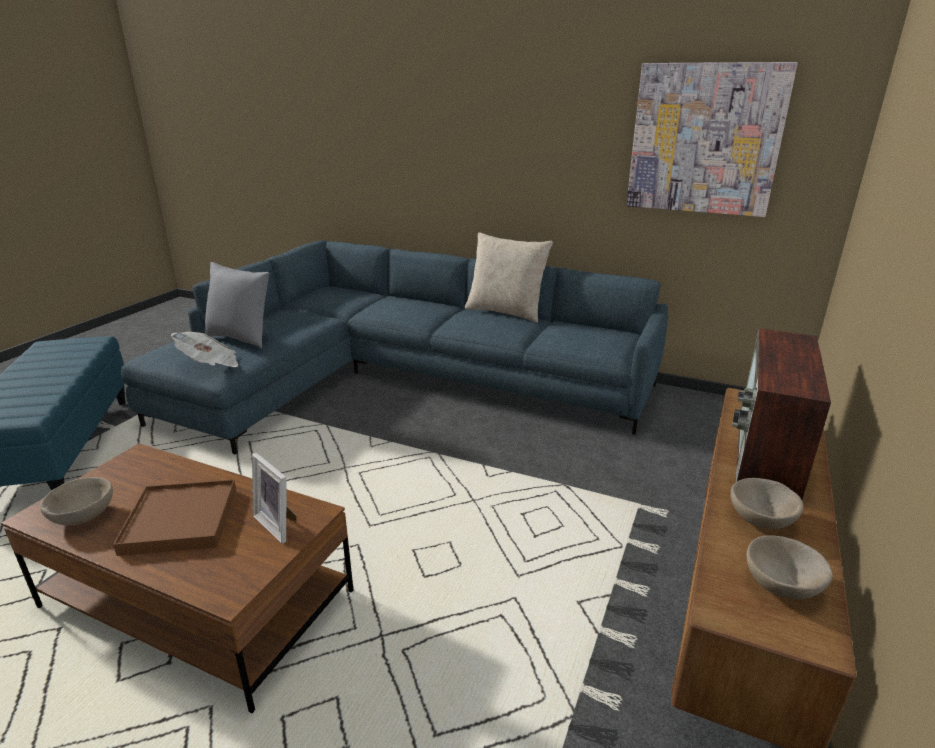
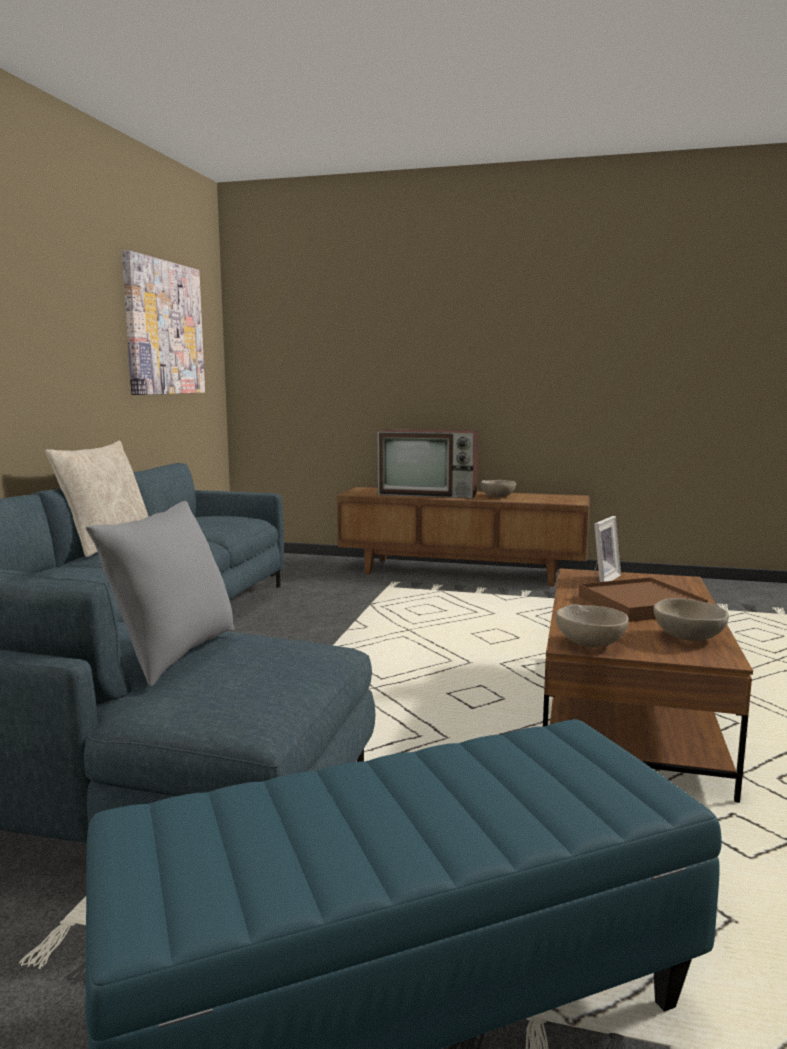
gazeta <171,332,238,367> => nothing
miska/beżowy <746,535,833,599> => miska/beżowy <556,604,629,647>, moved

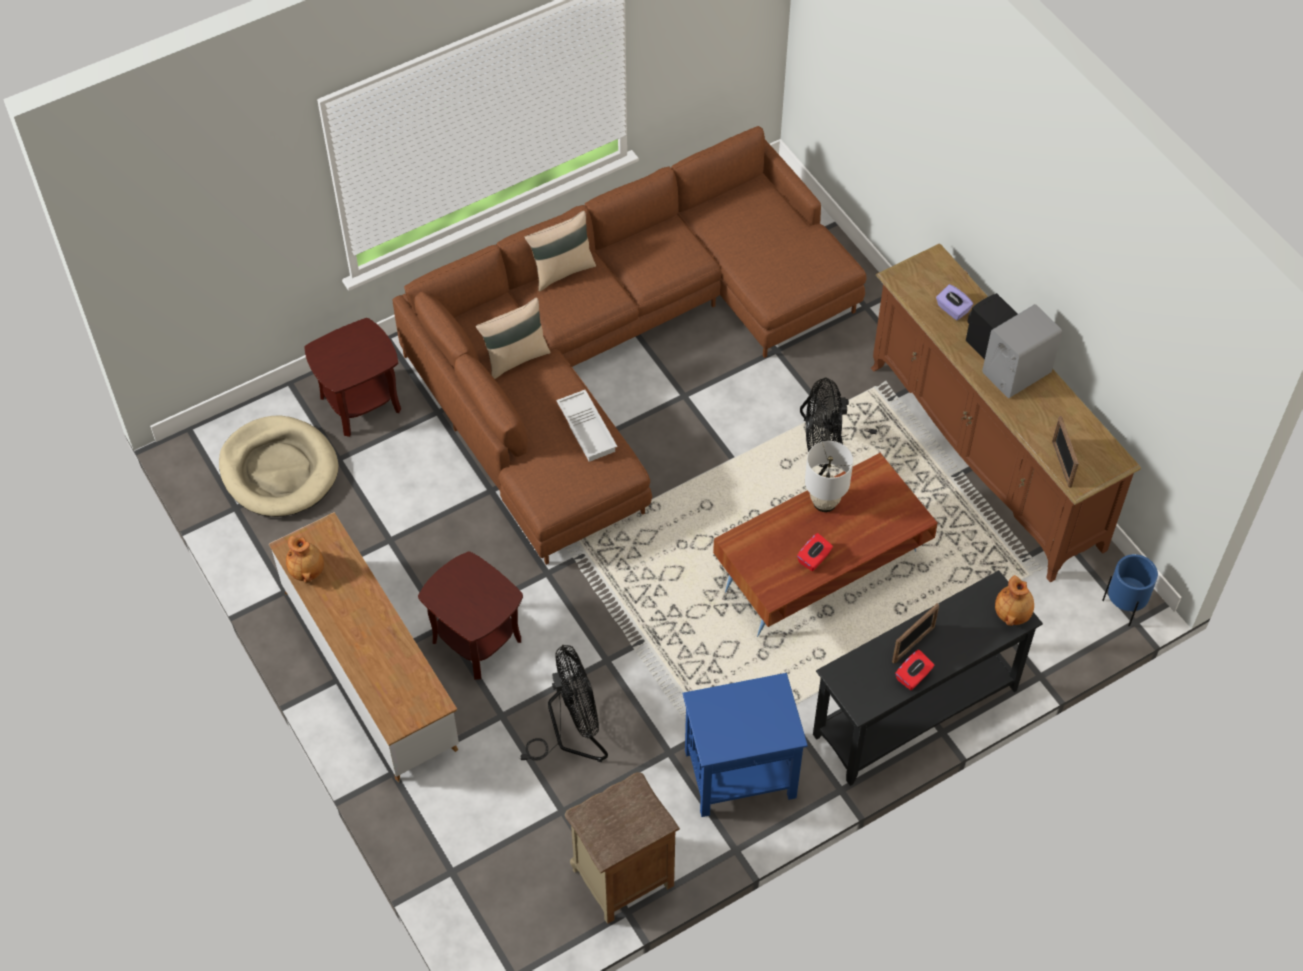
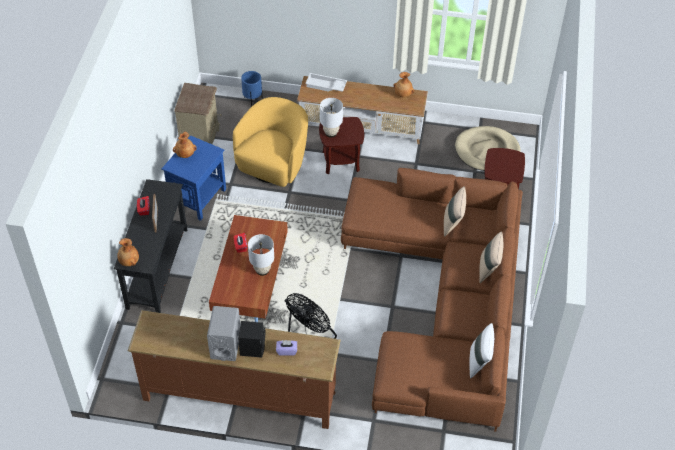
wentylator/czarny <518,645,608,763> => fotel/żółty <233,97,308,187>
taca/biały <556,390,617,462> => taca/biały <305,73,347,92>, moved
ramka na zdjęcie <1052,416,1079,488> => nothing
donica/niebieski <1102,554,1158,626> => donica/niebieski <241,71,262,107>, moved
nothing => wazon/brązowy <173,132,197,158>
nothing => lampa stołowa/biały <320,98,343,137>
nothing => poduszka/biały <469,323,494,378>

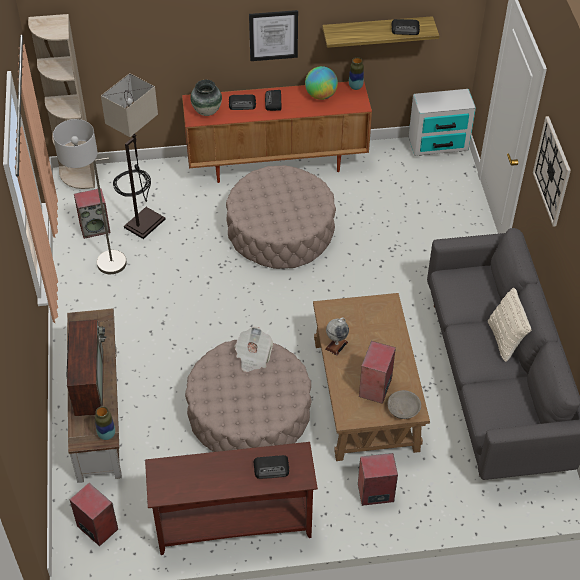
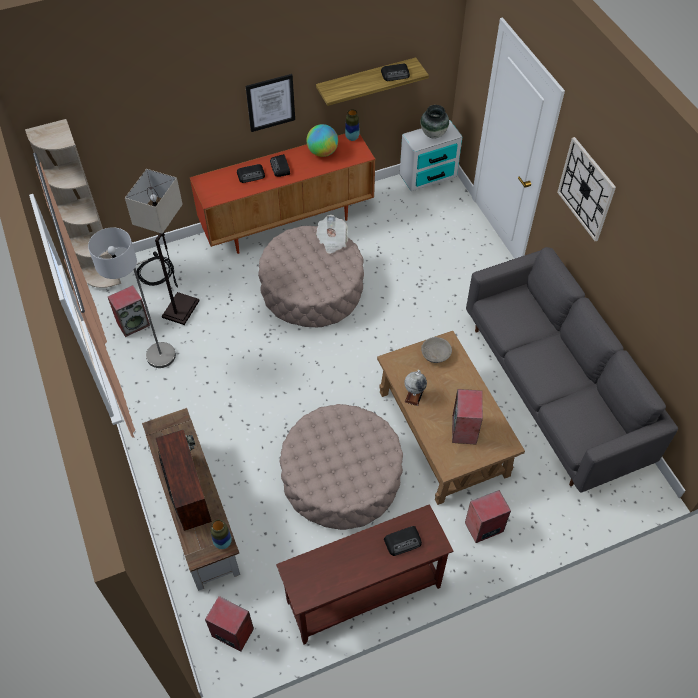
wazon <190,80,222,116> => wazon <421,105,449,138>, moved
gazeta <235,327,273,372> => gazeta <316,215,348,254>, moved
miska/szary <388,390,421,419> => miska/szary <421,337,452,363>, moved
poduszka/beżowy <488,288,531,362> => nothing

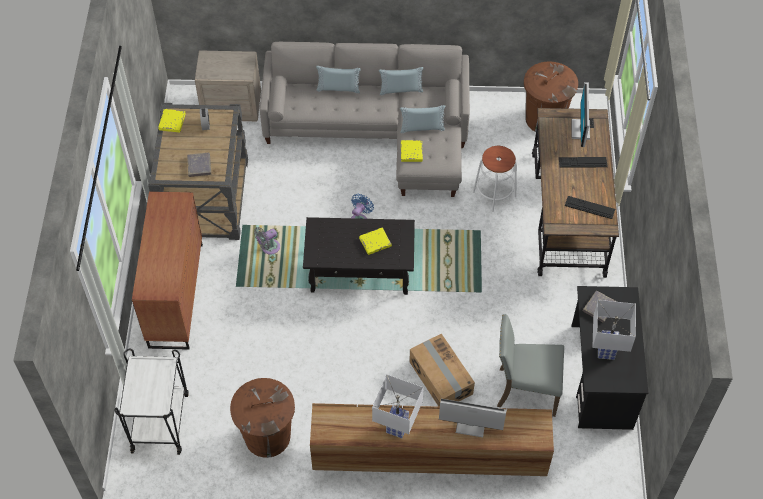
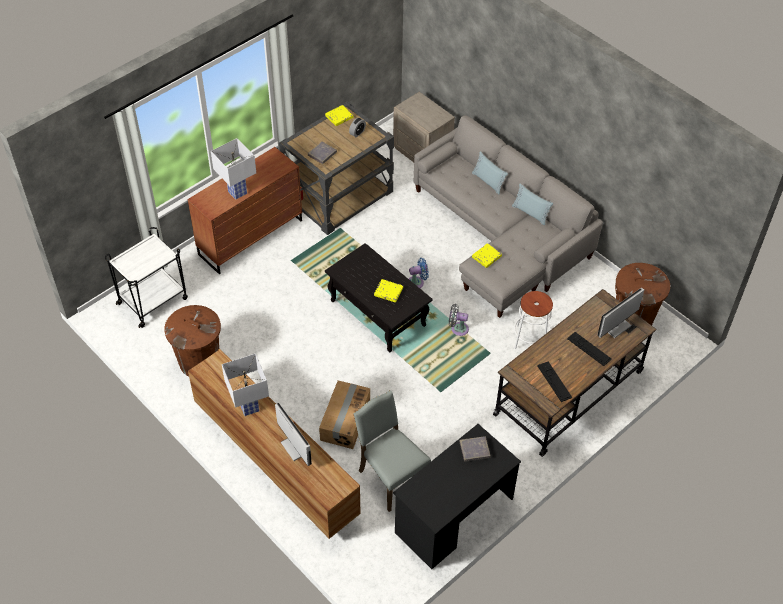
wentylator/szary <254,227,280,255> => wentylator/szary <449,304,469,336>, moved
poduszka/niebieski <400,105,445,134> => nothing
lampa stołowa/biały <592,300,636,360> => lampa stołowa/biały <211,138,256,200>, moved

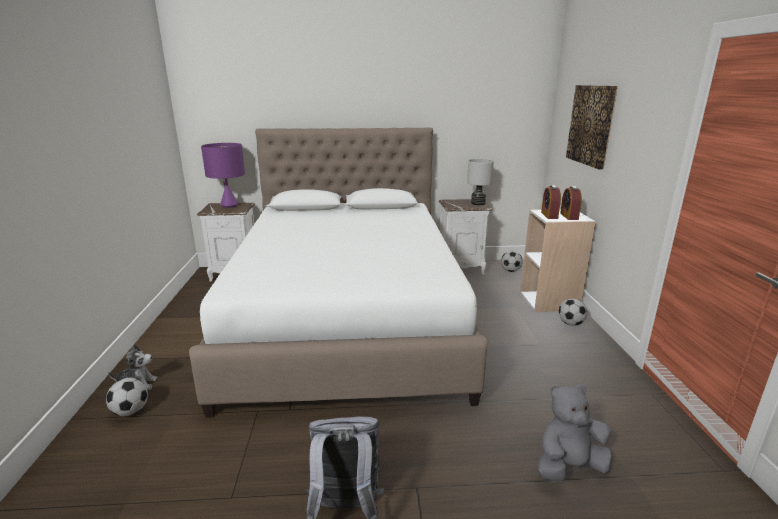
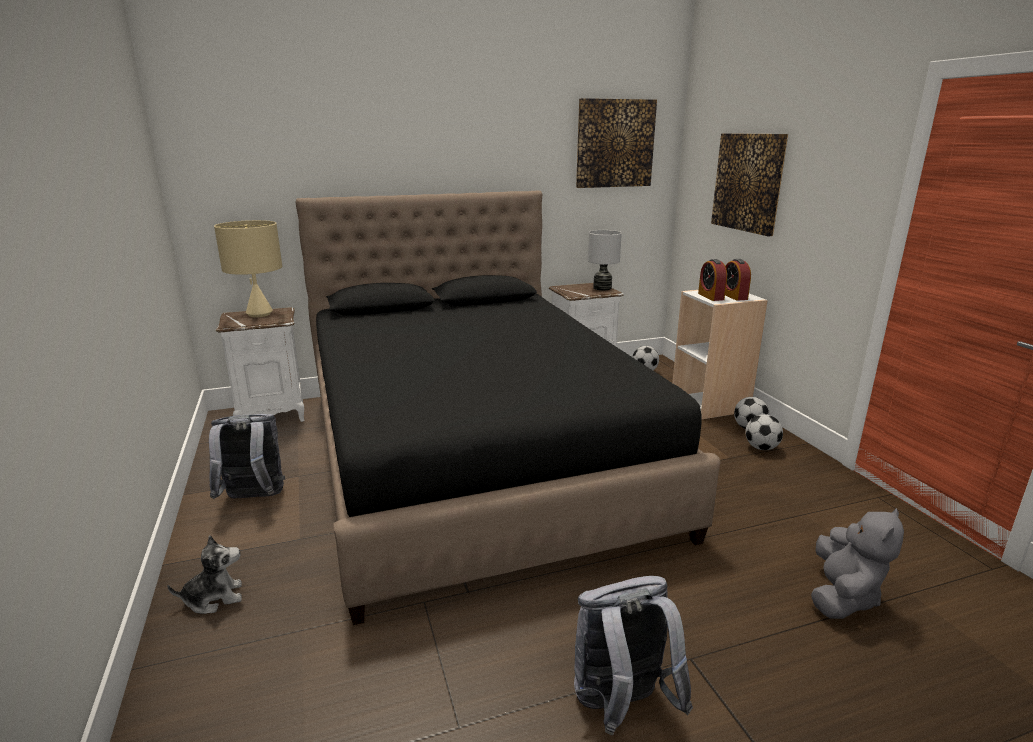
piłka futbolowa <106,378,148,416> => piłka futbolowa <745,414,783,450>, moved
łóżko/biały <189,128,488,418> => łóżko/czarny <296,191,721,625>
lampa stołowa/fioletowy <201,143,245,208> => lampa stołowa/beżowy <214,220,282,318>
pluszak/szary <537,384,612,481> => pluszak/szary <811,508,904,619>, 150 degrees clockwise
nothing => plecak/szary <209,414,285,499>
nothing => obraz <576,98,657,188>

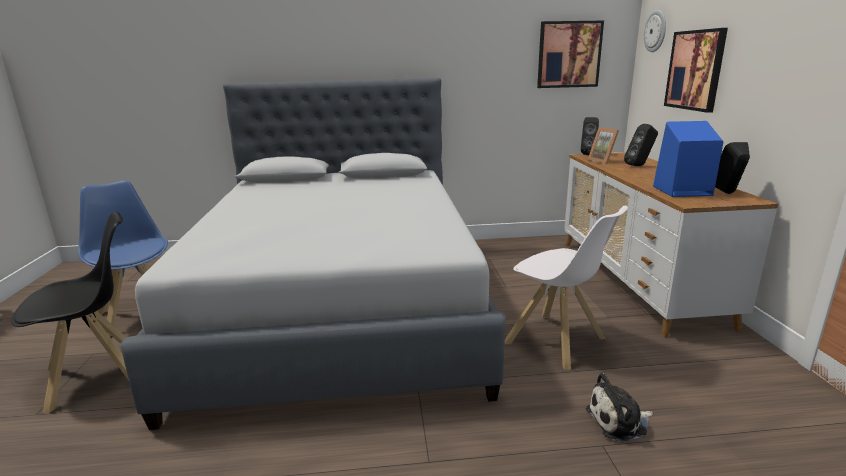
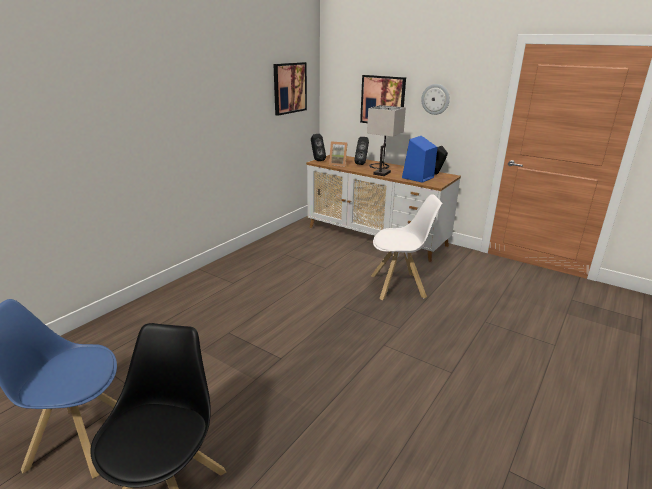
łóżko/szary <121,78,506,430> => nothing
pluszak <586,373,653,442> => nothing
zegar ścienny <644,10,666,52> => zegar ścienny <421,84,450,115>, moved
nothing => lampa stołowa <367,105,406,176>

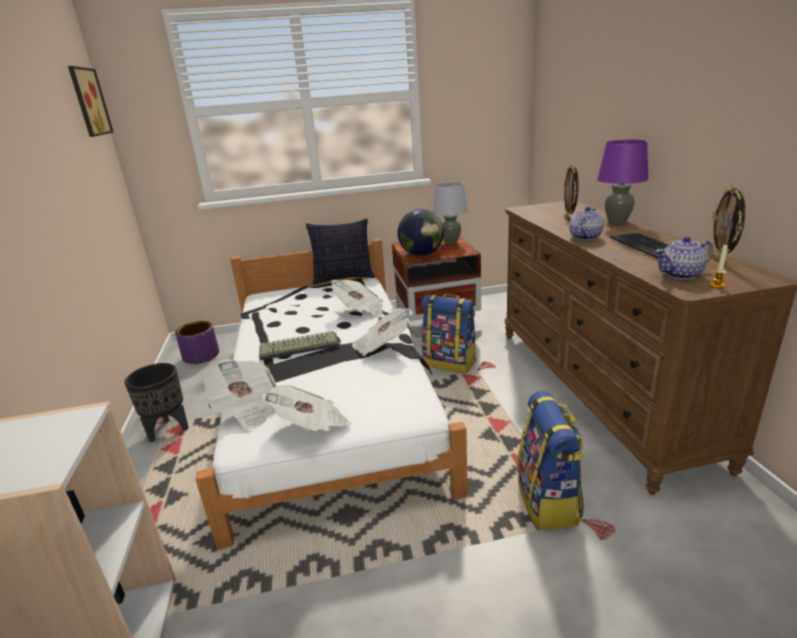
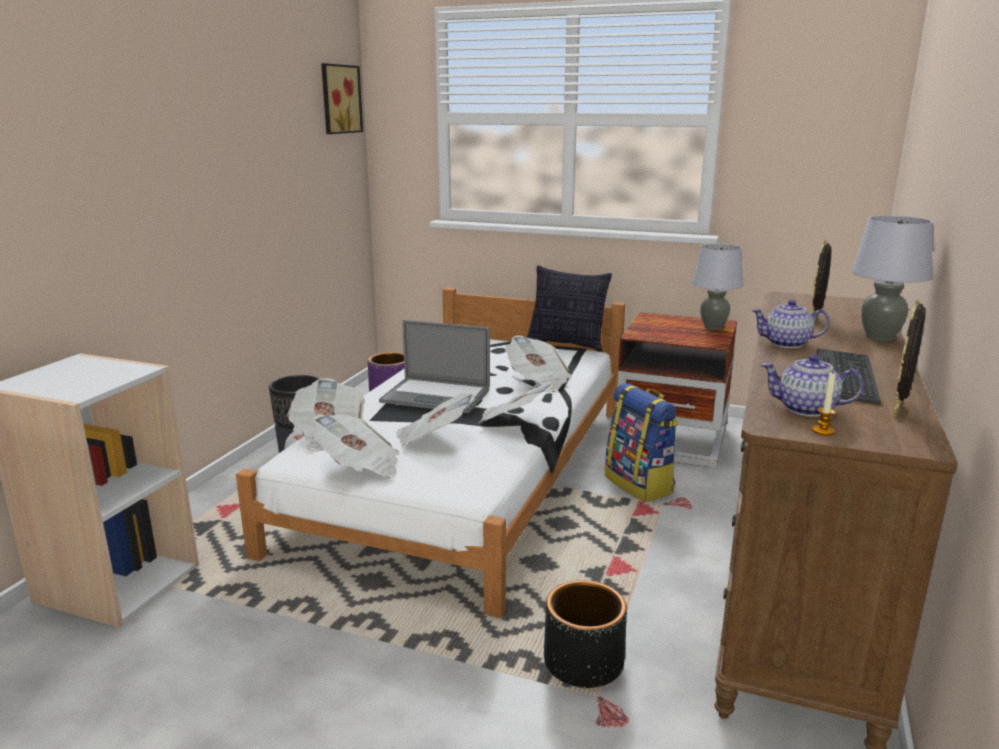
klawiatura <259,331,340,360> => laptop <379,320,490,413>
globus <398,209,444,256> => nothing
plecak <516,391,585,529> => donica/czarny <544,580,627,688>
imbryk <569,206,604,240> => imbryk <751,300,830,348>, 150 degrees counterclockwise
lampa stołowa/fioletowy <597,139,648,224> => lampa stołowa/szary <852,216,933,341>
nothing => gazeta <396,392,475,446>

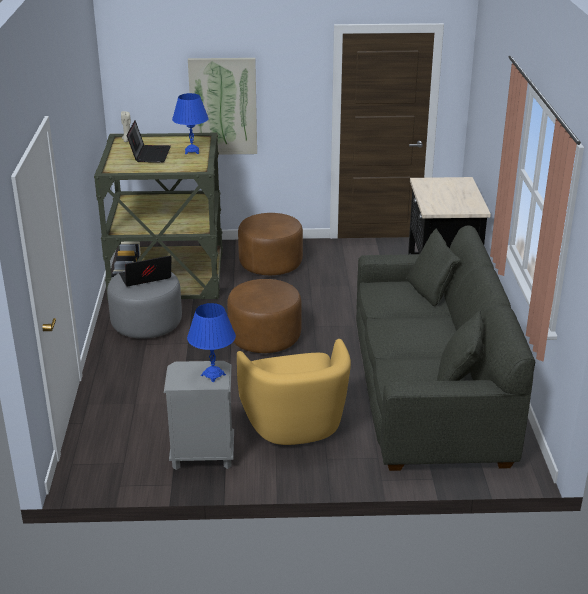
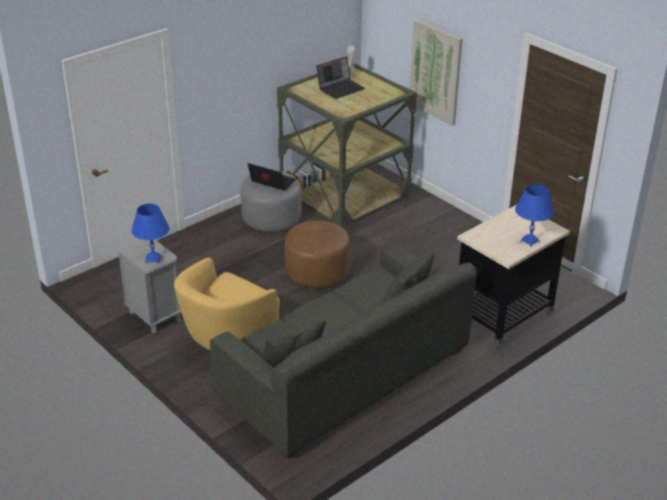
lampa stołowa/niebieski <172,93,209,154> => lampa stołowa/niebieski <515,184,554,247>, moved
pufa/brązowy <238,213,303,275> => nothing

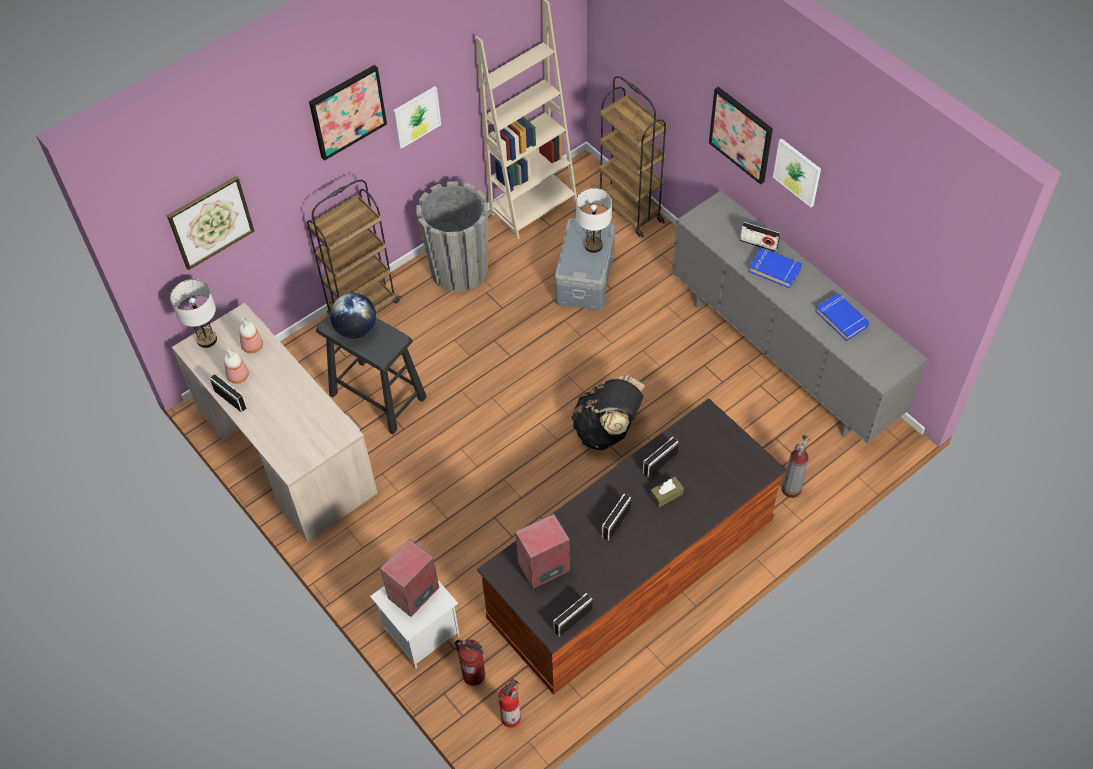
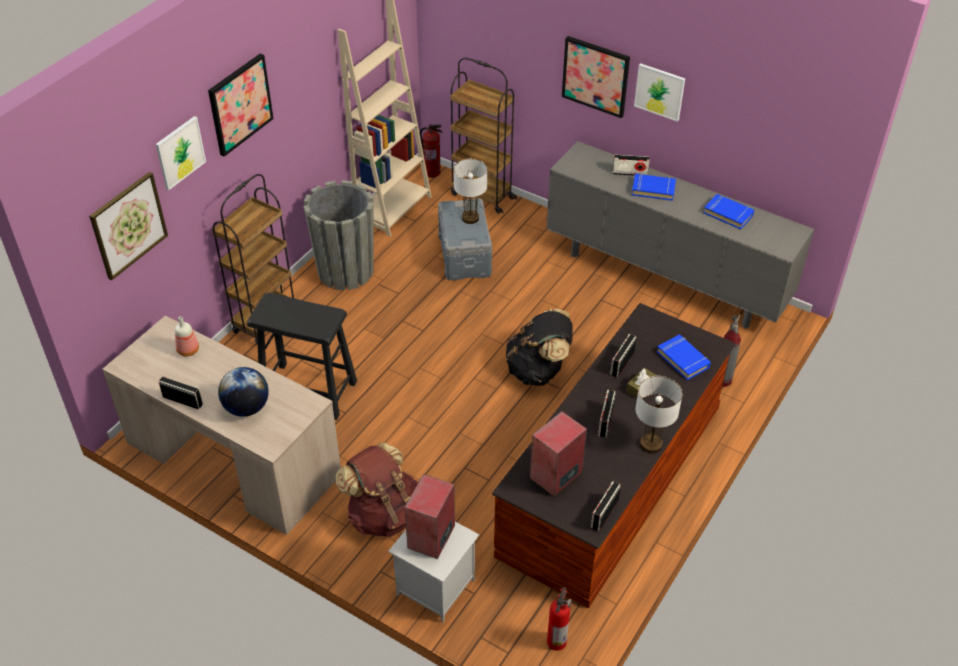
lampa stołowa <170,279,217,348> => lampa stołowa <636,376,682,453>, moved
butelka <224,349,249,384> => nothing
globus <330,293,376,339> => globus <218,367,269,417>, moved
obraz <393,86,441,149> => obraz <156,116,206,190>, moved
gaśnica <455,639,485,686> => gaśnica <420,125,442,178>, moved
nothing => plecak/brązowy <335,442,418,537>
nothing => książka/niebieski <657,334,711,380>

